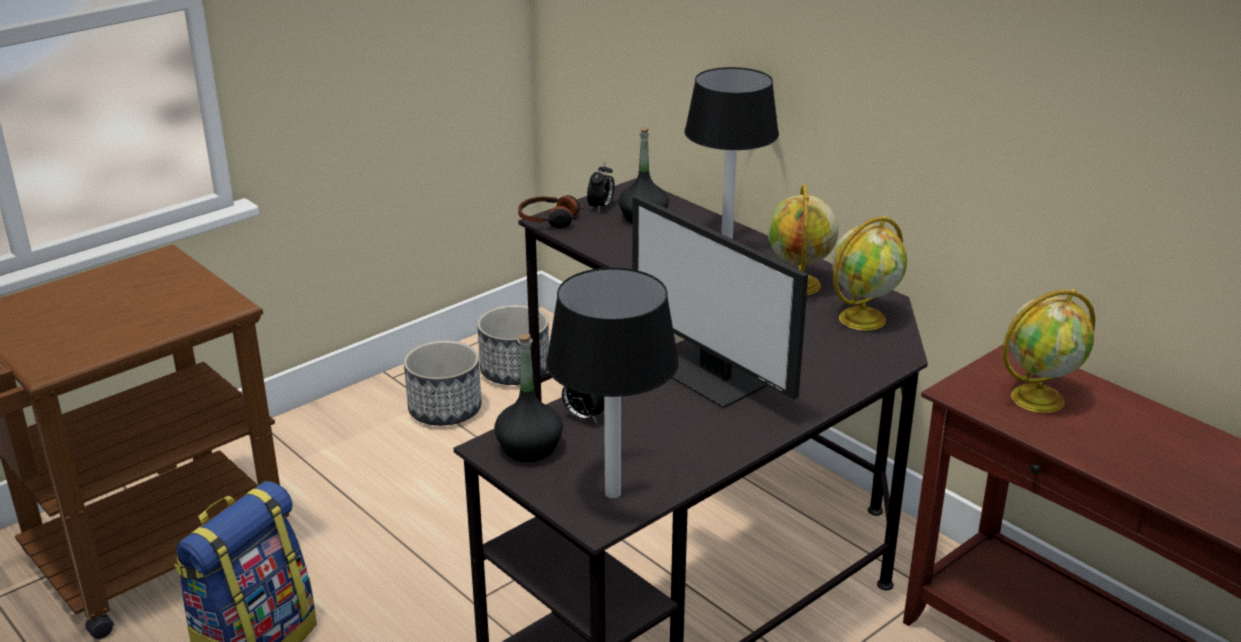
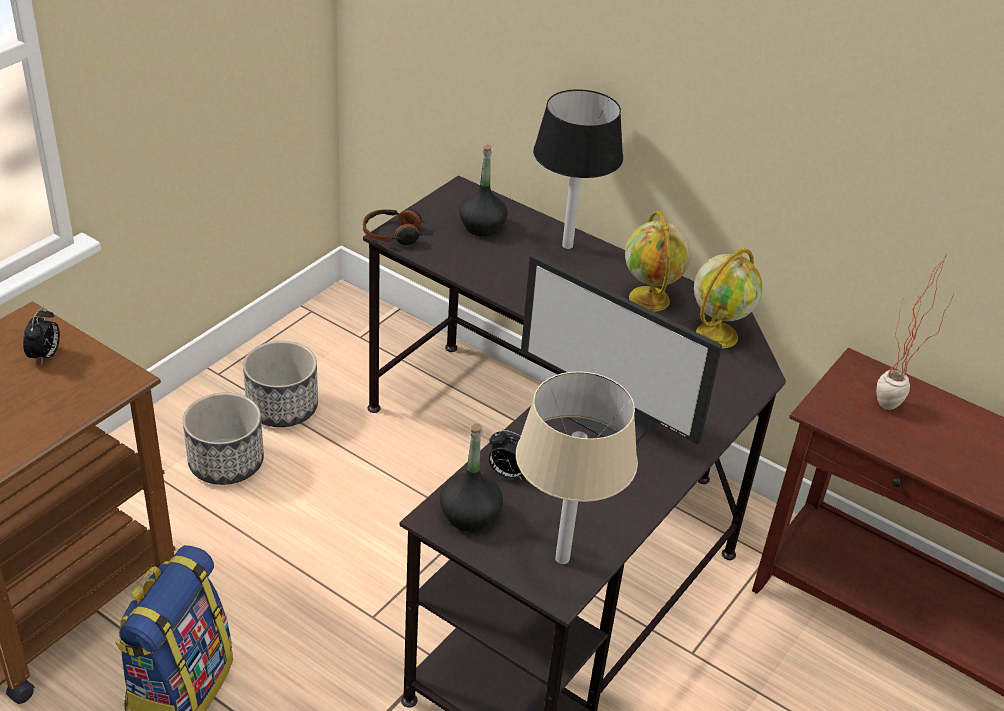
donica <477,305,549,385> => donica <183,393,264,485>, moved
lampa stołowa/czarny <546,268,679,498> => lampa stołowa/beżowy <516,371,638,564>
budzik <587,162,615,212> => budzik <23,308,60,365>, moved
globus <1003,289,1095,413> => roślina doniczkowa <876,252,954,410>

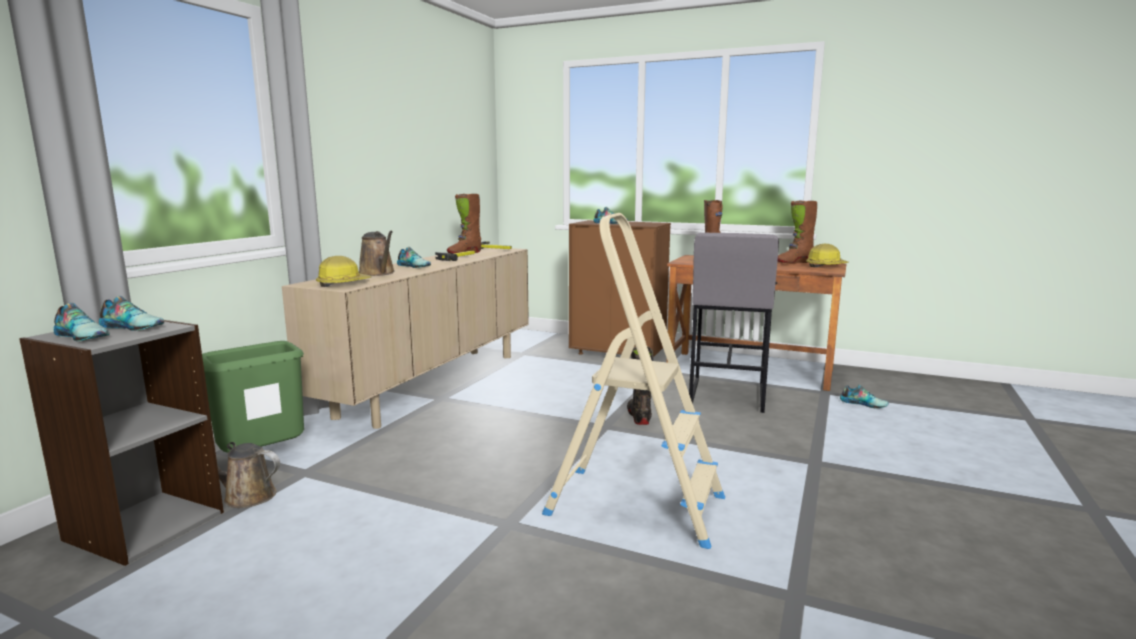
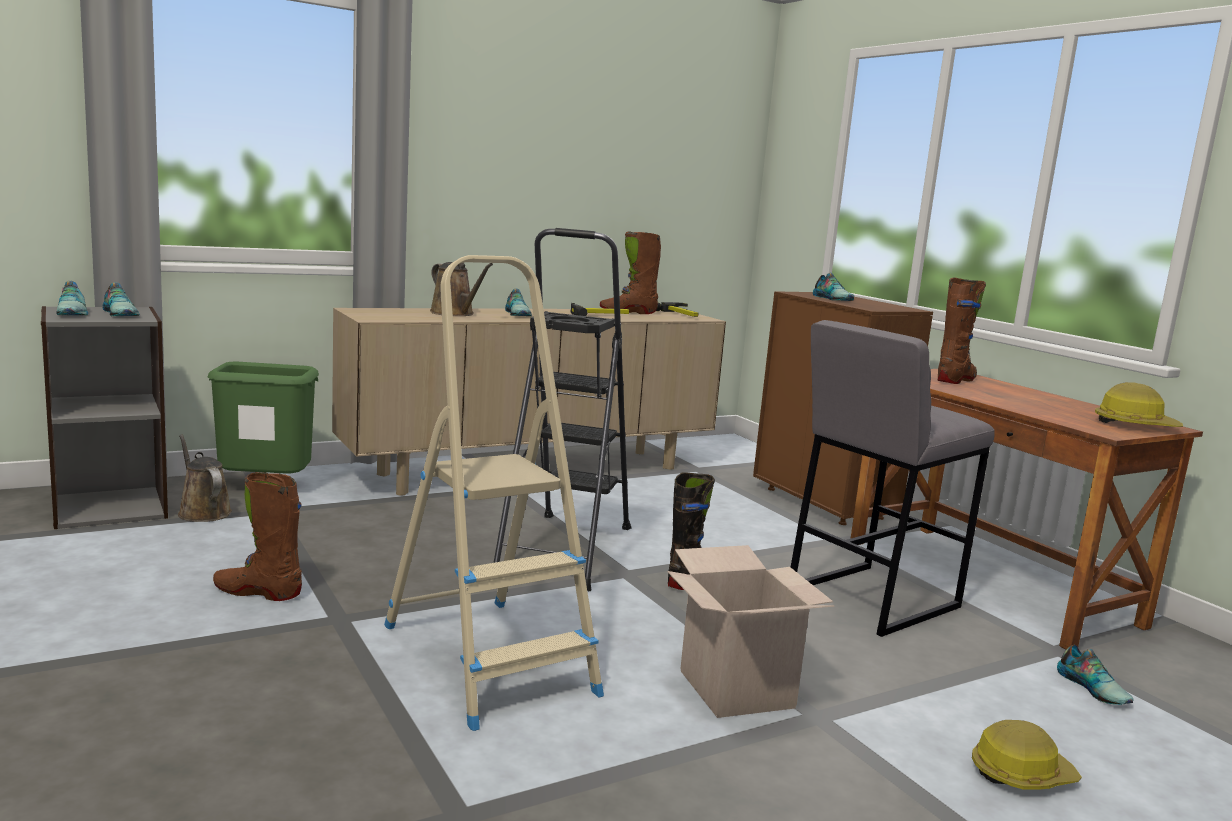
kask <316,256,372,287> => kask <972,720,1082,790>, moved
konewka/brązowy <359,231,395,276> => konewka/brązowy <430,262,493,316>, 45 degrees counterclockwise
but z cholewką/brązowy <778,201,817,264> => but z cholewką/brązowy <213,472,302,601>, moved
nothing => drabinka <493,228,632,592>
nothing => karton <667,545,835,718>

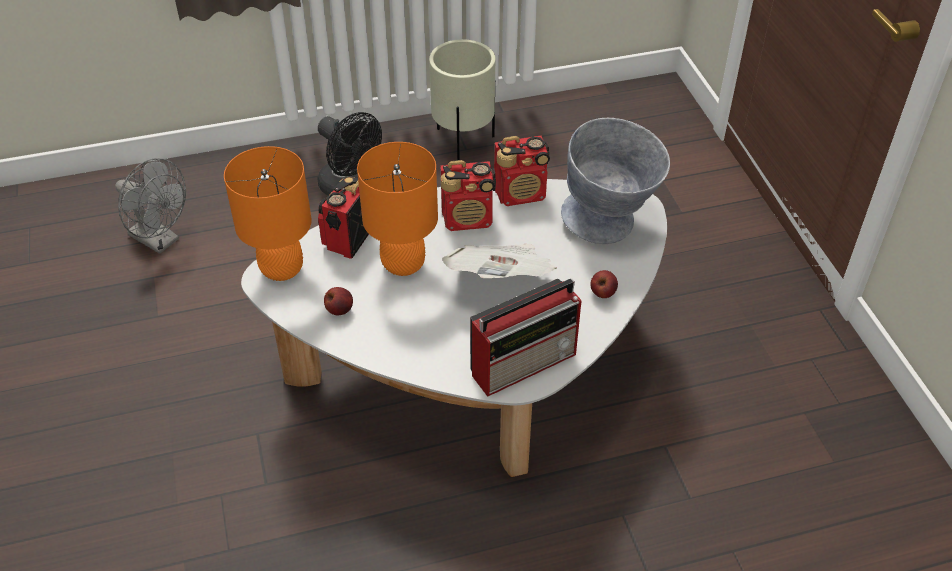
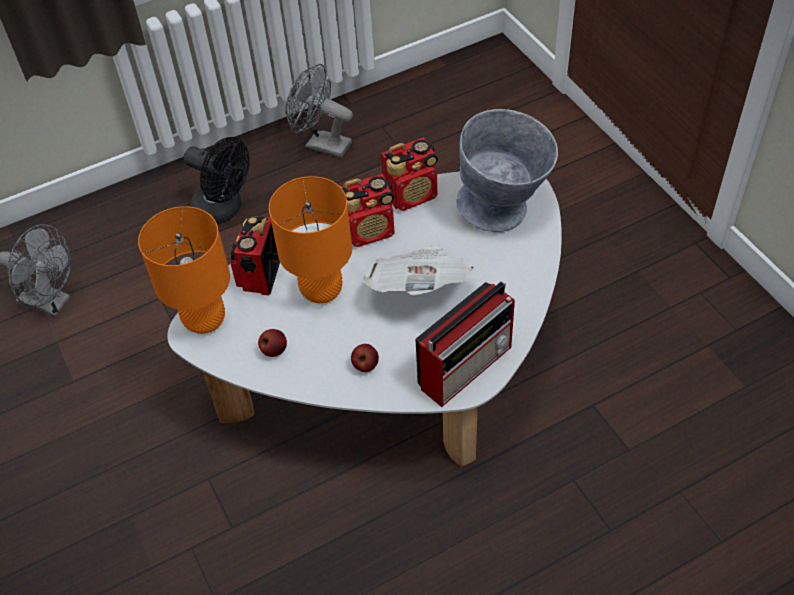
donica/beżowy <429,39,495,160> => wentylator/szary <285,64,353,158>
jabłko <590,270,618,298> => jabłko <351,344,379,372>, moved

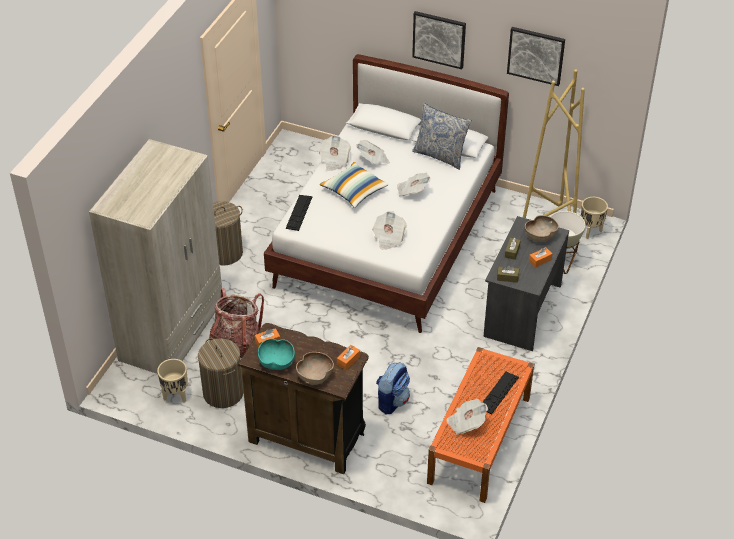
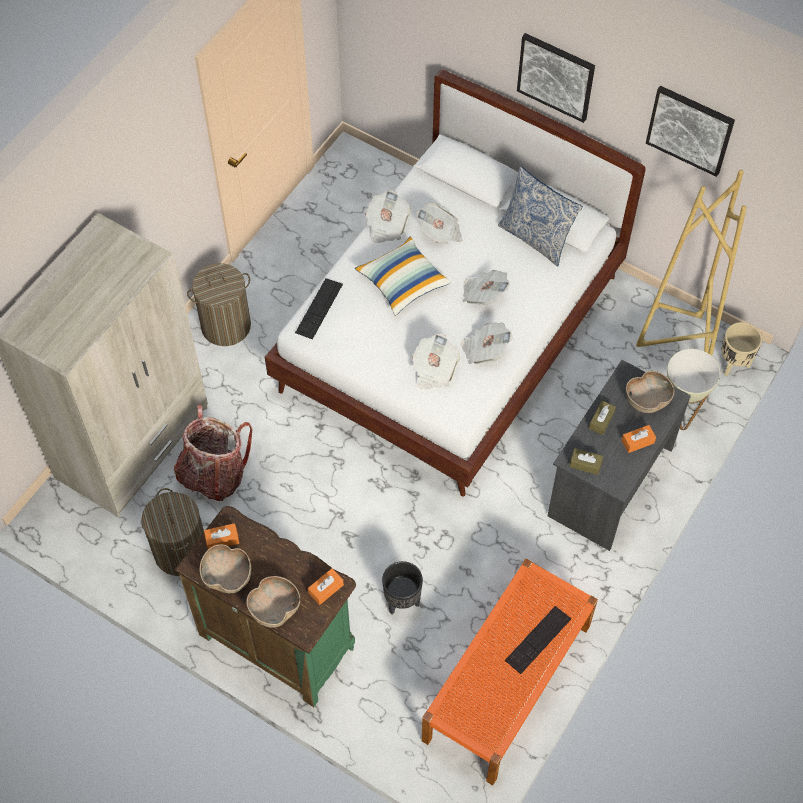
donica/beżowy <157,359,188,403> => nothing
komoda/czarny <238,323,369,474> => komoda/zielony <175,506,356,707>
miska/turkusowy <258,339,295,370> => miska/brązowy <199,544,251,593>
plecak <376,362,410,414> => donica/czarny <382,561,423,614>
gazeta <446,399,488,435> => gazeta <461,322,512,364>, moved

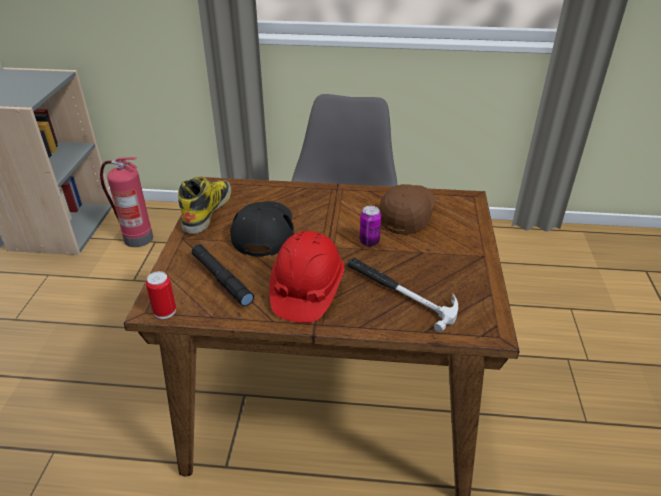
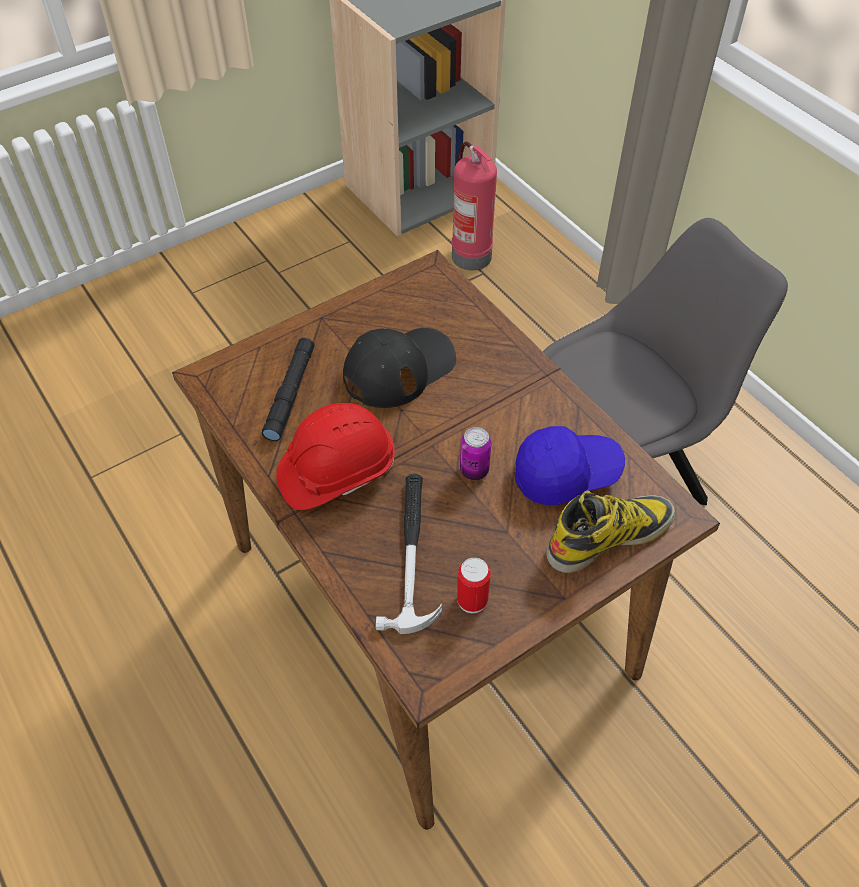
puszka <146,271,176,319> => puszka <457,558,491,613>, moved
but z cholewką <178,177,231,234> => but z cholewką <546,490,675,573>, moved
czapka z daszkiem/brązowy <379,184,436,235> => czapka z daszkiem/niebieski <514,426,625,505>

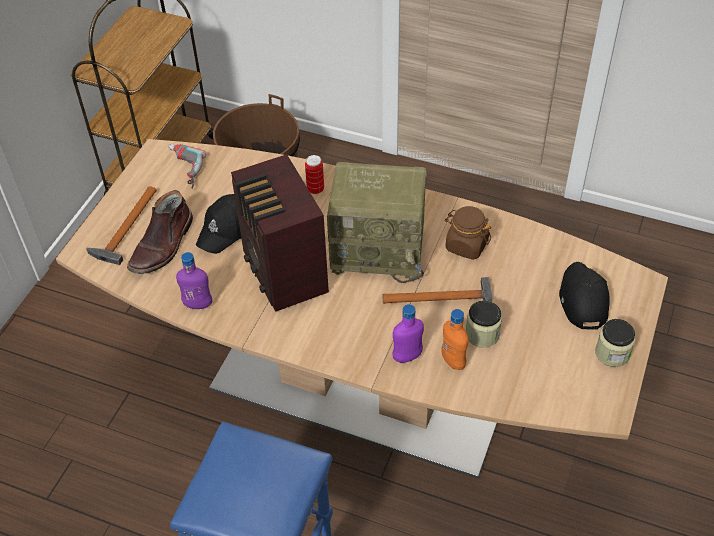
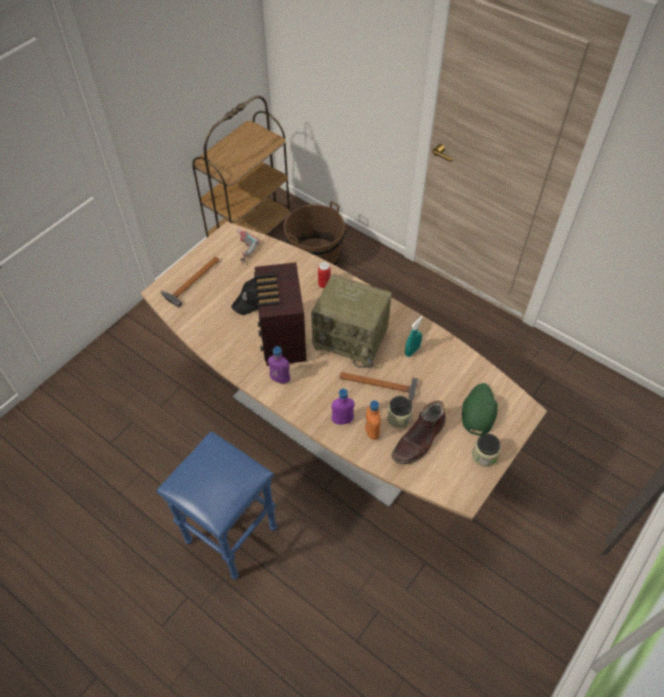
but z cholewką/brązowy <127,190,193,274> => but z cholewką/brązowy <391,401,446,464>, moved
butelka/fioletowy <176,252,212,309> => butelka/fioletowy <268,346,290,383>, moved
słoik/brązowy <445,206,491,260> => spryskiwacz/turkusowy <405,316,423,357>
czapka z daszkiem/czarny <559,262,610,330> => czapka z daszkiem/zielony <462,383,498,436>

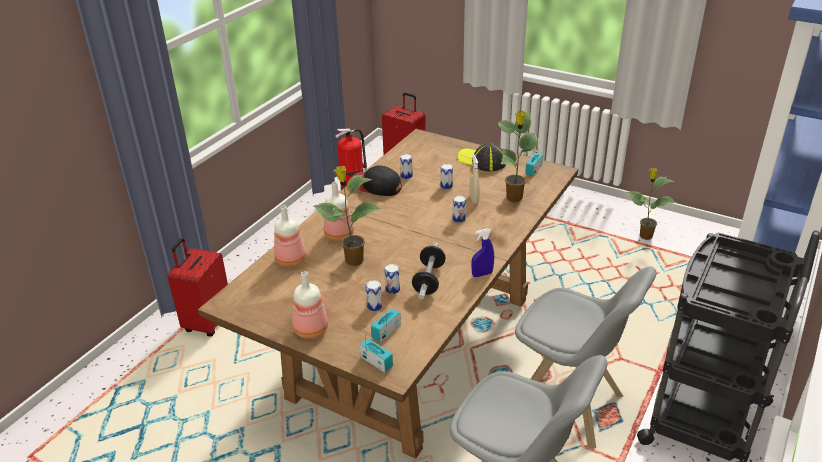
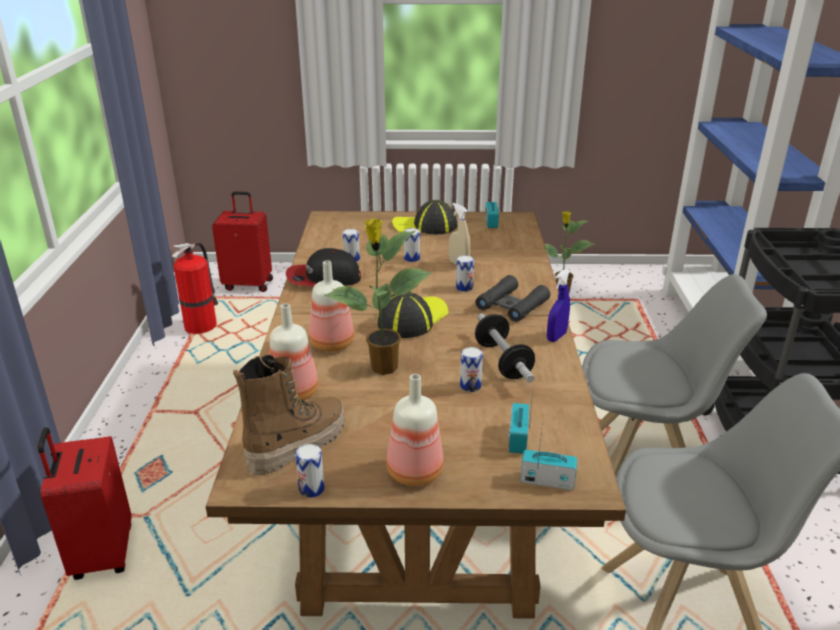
puszka <366,280,382,311> => puszka <295,444,324,498>, moved
roślina doniczkowa <498,110,538,202> => nothing
nothing => but z cholewką <233,355,344,475>
nothing => czapka z daszkiem <378,292,448,338>
nothing => lornetka/czarny <476,275,550,322>

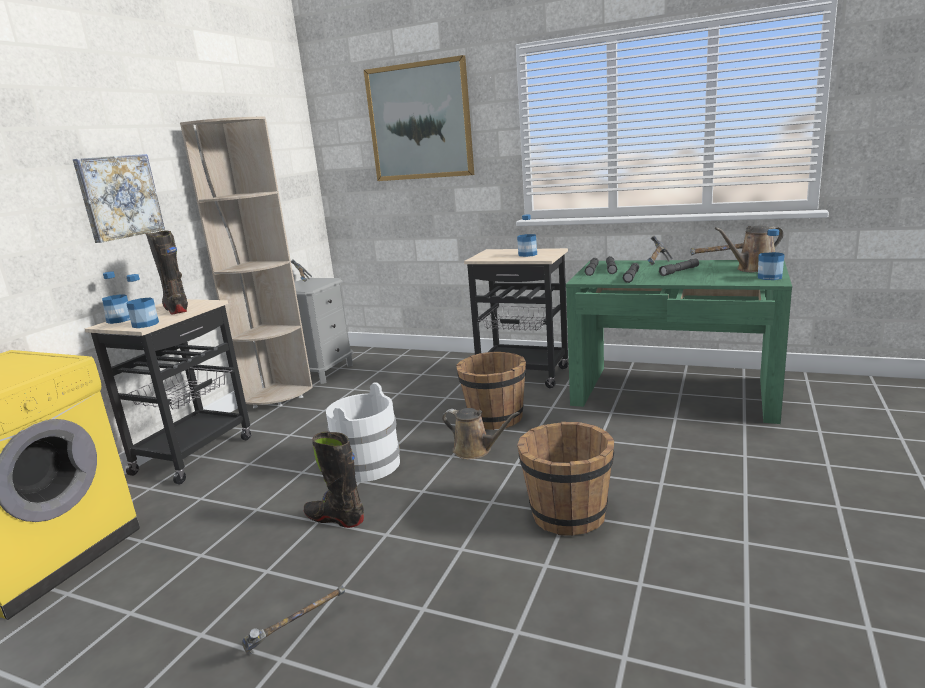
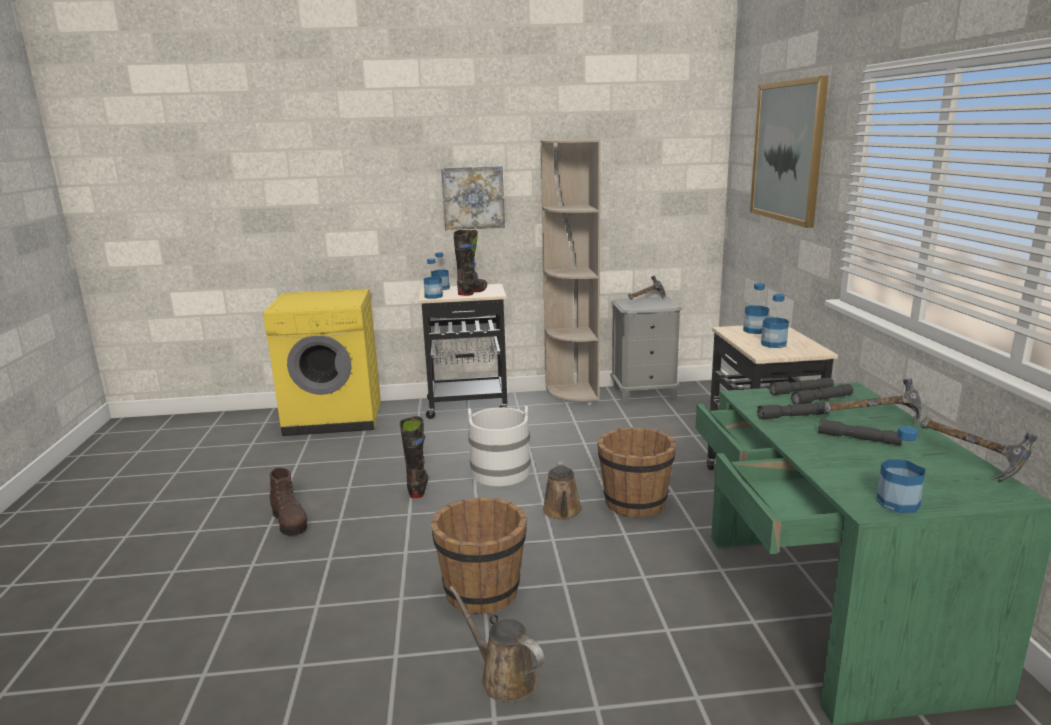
młotek <242,585,345,654> => but z cholewką/brązowy <270,468,307,536>
konewka/brązowy <715,226,784,272> => konewka/brązowy <449,586,545,702>, moved
nothing => butelka <743,283,769,334>

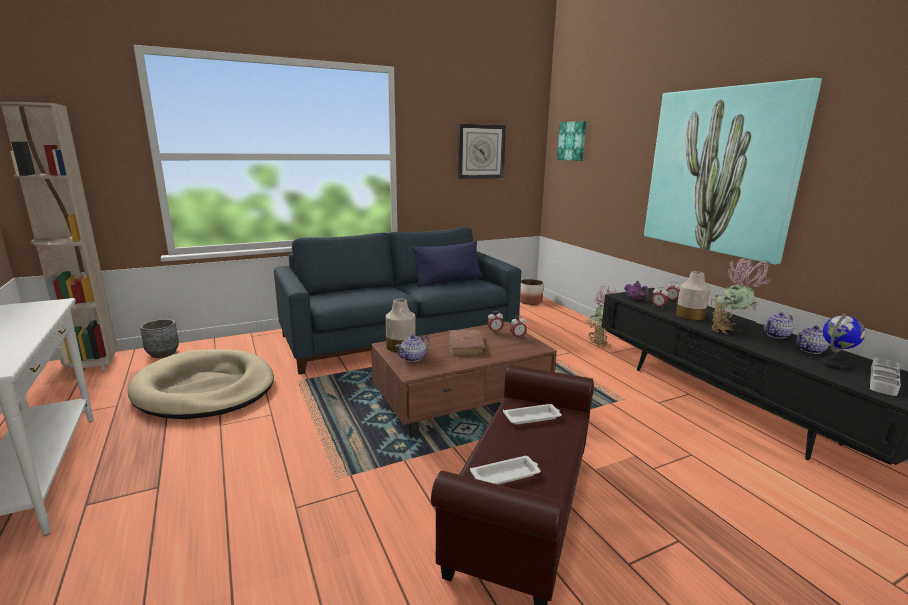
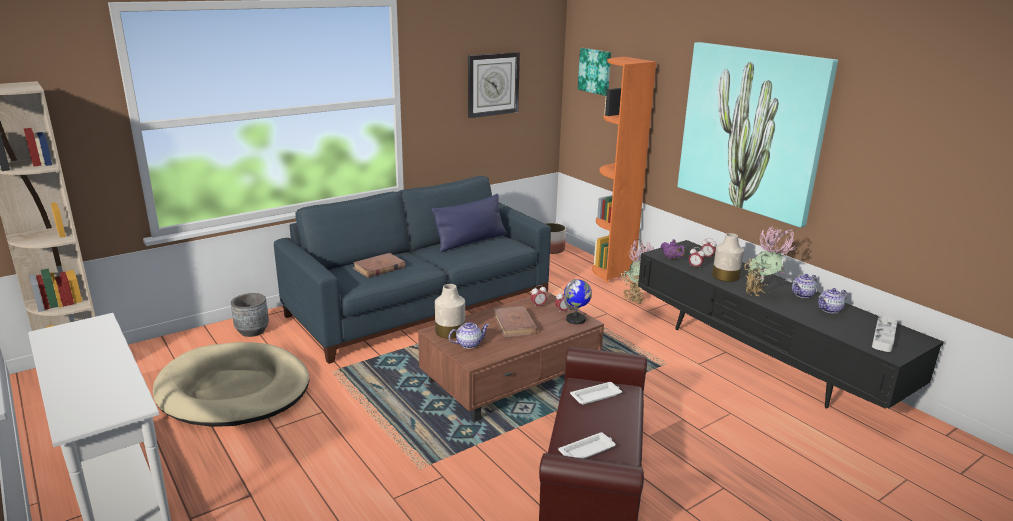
donica/szary <140,319,179,358> => donica/szary <231,293,269,337>, moved
imbryk <395,335,430,362> => imbryk <449,322,489,349>, 150 degrees counterclockwise
globus <820,313,865,370> => globus <564,279,592,324>, moved
nothing => książka/brązowy <353,253,405,278>
nothing => regał/pomarańczowy <592,57,656,282>

